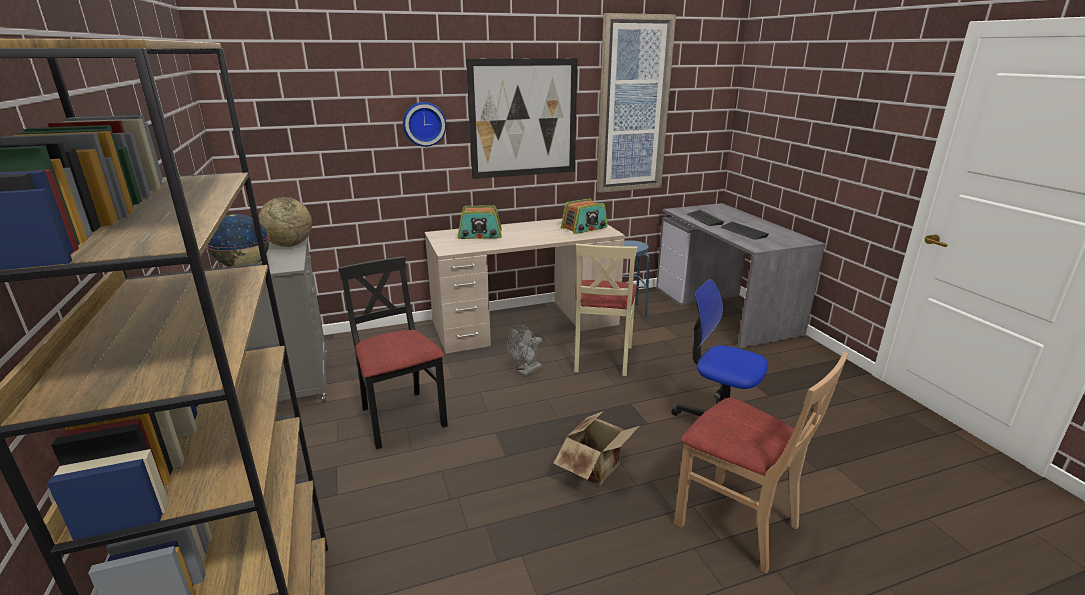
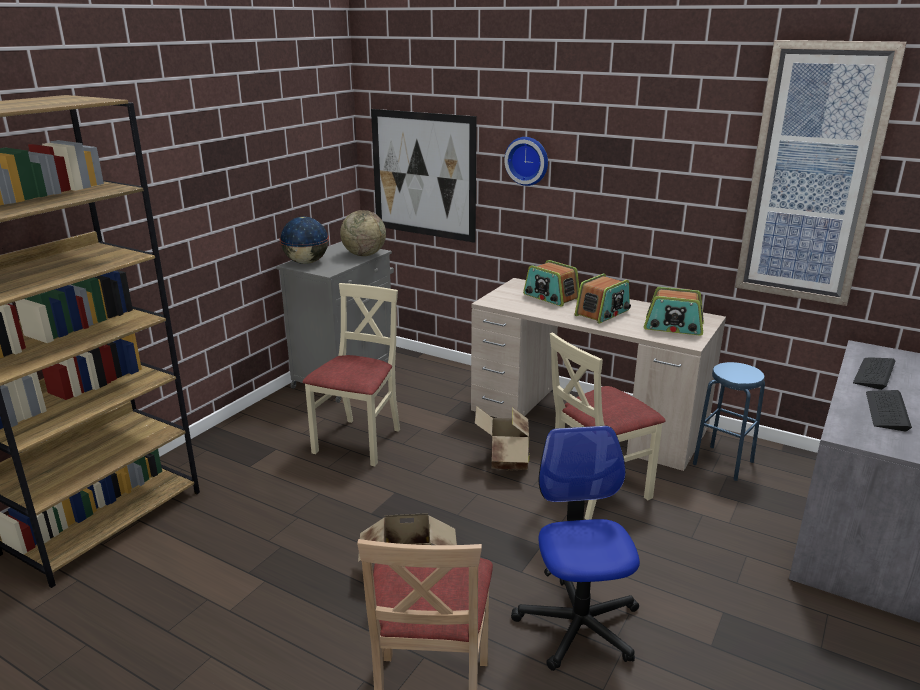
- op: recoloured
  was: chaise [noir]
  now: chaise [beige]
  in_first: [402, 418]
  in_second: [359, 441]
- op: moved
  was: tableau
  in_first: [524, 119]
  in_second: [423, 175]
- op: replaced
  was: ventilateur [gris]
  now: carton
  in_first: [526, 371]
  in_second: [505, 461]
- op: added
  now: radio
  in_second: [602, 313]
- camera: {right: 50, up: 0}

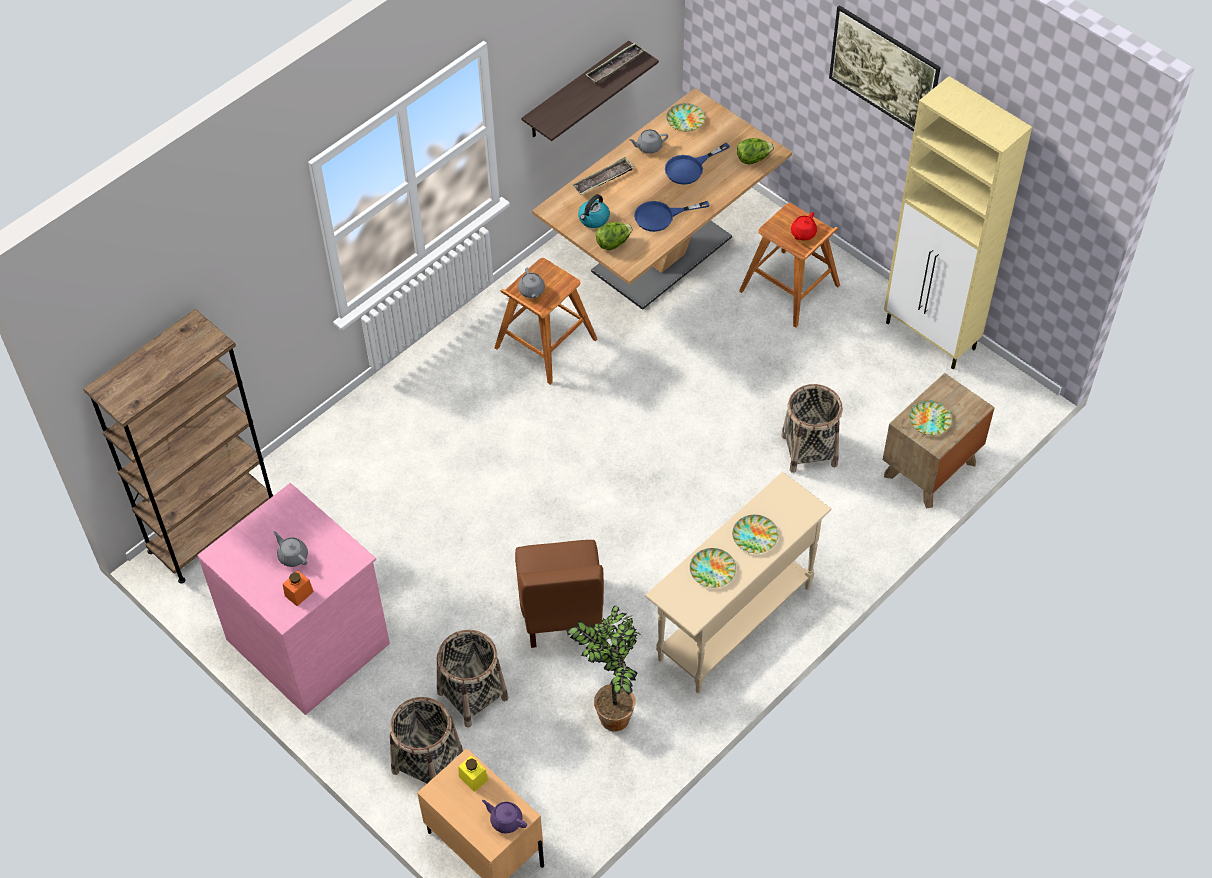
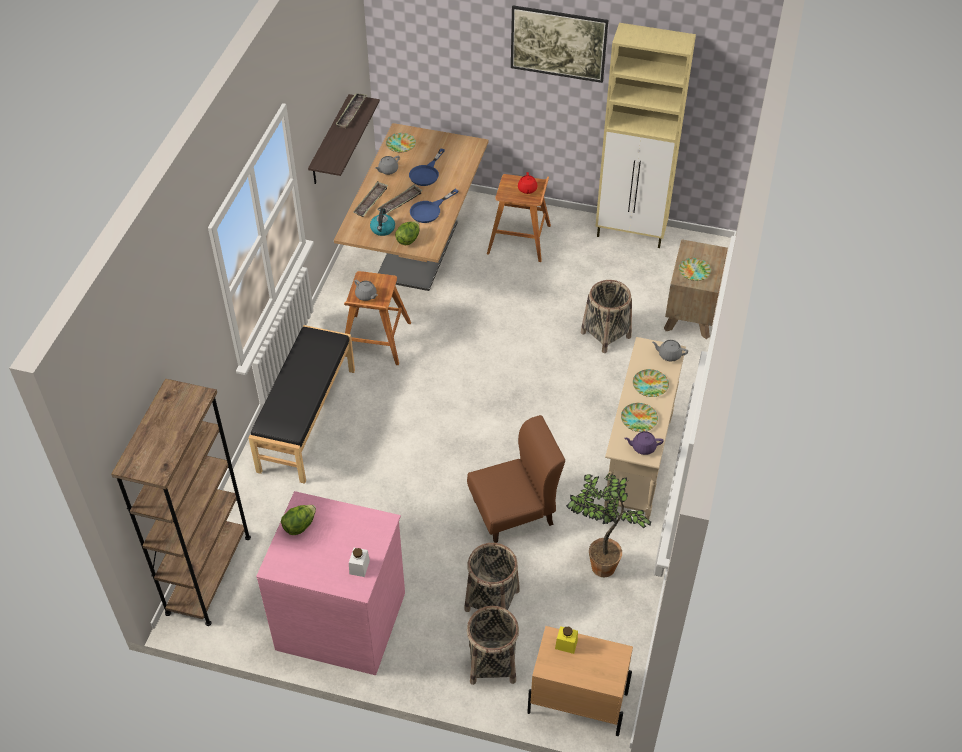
- op: moved
  was: théière [gris]
  in_first: [293, 556]
  in_second: [669, 355]
- op: recoloured
  was: bocal [orange]
  now: bocal [blanc]
  in_first: [299, 594]
  in_second: [359, 567]
- op: moved
  was: théière [violet]
  in_first: [506, 820]
  in_second: [643, 447]
- op: turned
  was: chaise [marron]
  in_first: [561, 610]
  in_second: [514, 512]
  clockwise: -75
- op: moved
  was: laitue
  in_first: [753, 159]
  in_second: [299, 526]
- op: added
  now: banc [noir]
  in_second: [306, 419]
- op: added
  now: plateau
  in_second: [400, 203]
- camera: {right: -30, up: -5}

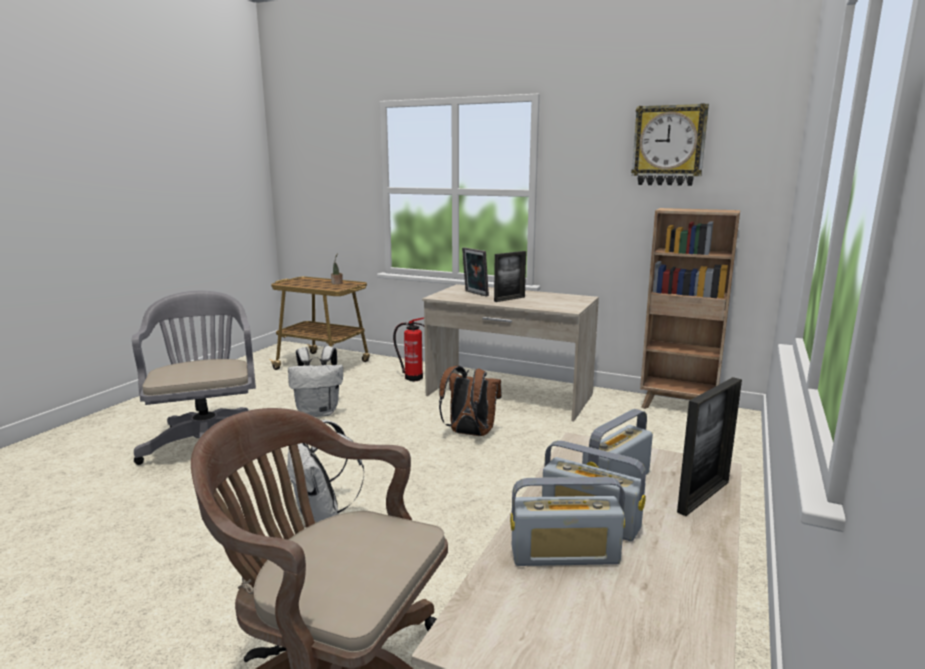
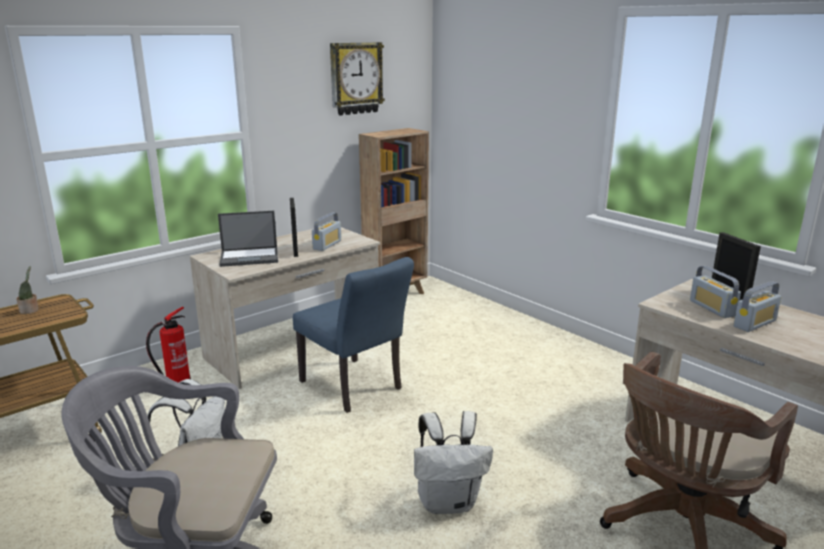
- op: replaced
  was: sac à dos [marron]
  now: chaise [bleu]
  in_first: [469, 433]
  in_second: [355, 388]
- op: replaced
  was: cadre photo
  now: ordinateur portable
  in_first: [475, 294]
  in_second: [250, 257]
- op: moved
  was: radio
  in_first: [565, 555]
  in_second: [327, 245]
- camera: {right: -65, up: 5}

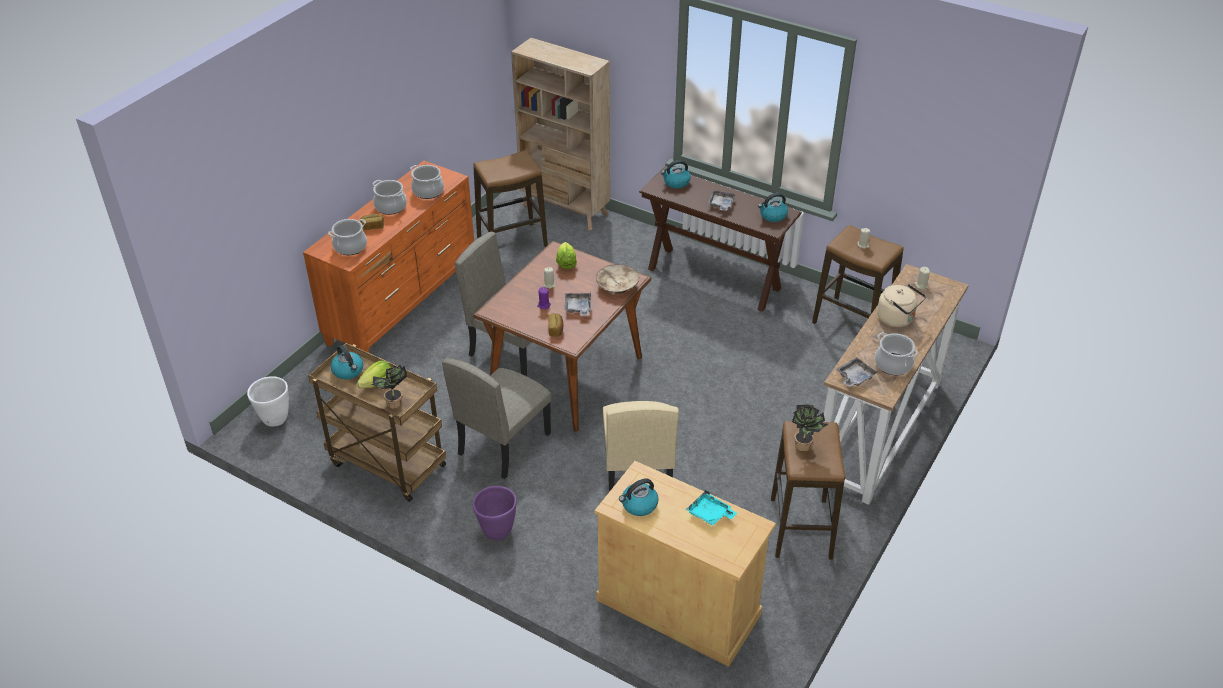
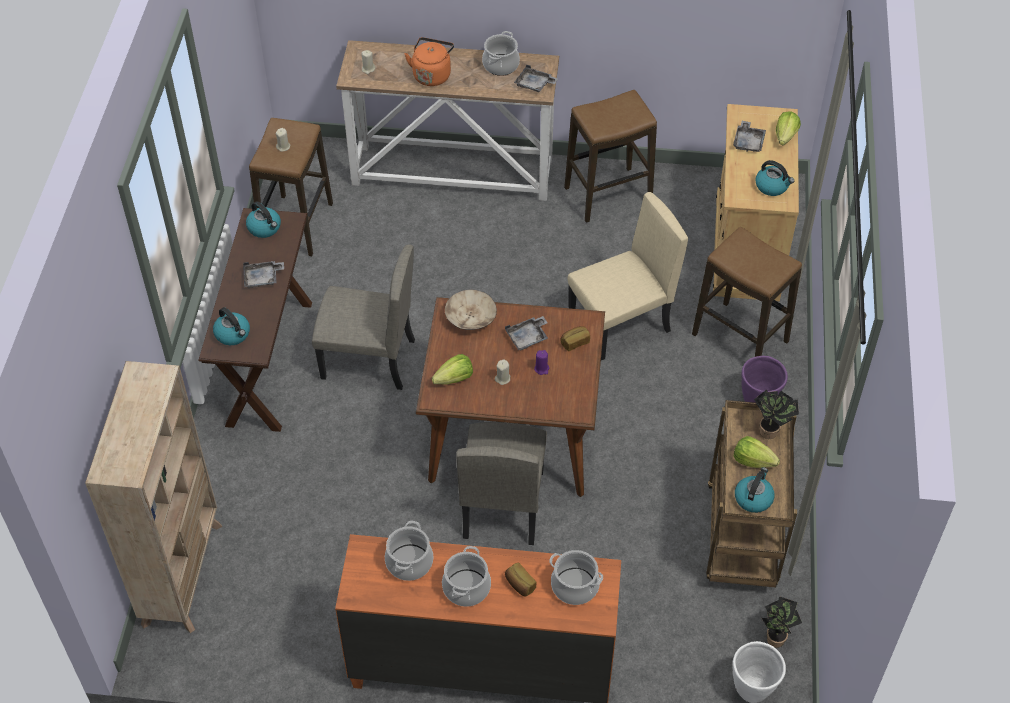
- op: moved
  was: chaise [beige]
  in_first: [503, 443]
  in_second: [368, 359]
- op: moved
  was: tabouret
  in_first: [512, 242]
  in_second: [739, 338]
- op: recoloured
  was: plateau [turquoise]
  now: plateau [gris]
  in_first: [710, 514]
  in_second: [748, 142]
- op: moved
  was: plante en pot
  in_first: [805, 446]
  in_second: [775, 637]
- op: recoloured
  was: bouilloire [beige]
  now: bouilloire [orange]
  in_first: [897, 319]
  in_second: [432, 74]
- op: added
  now: laitue
  in_second: [785, 136]
- camera: {right: -115, up: 10}

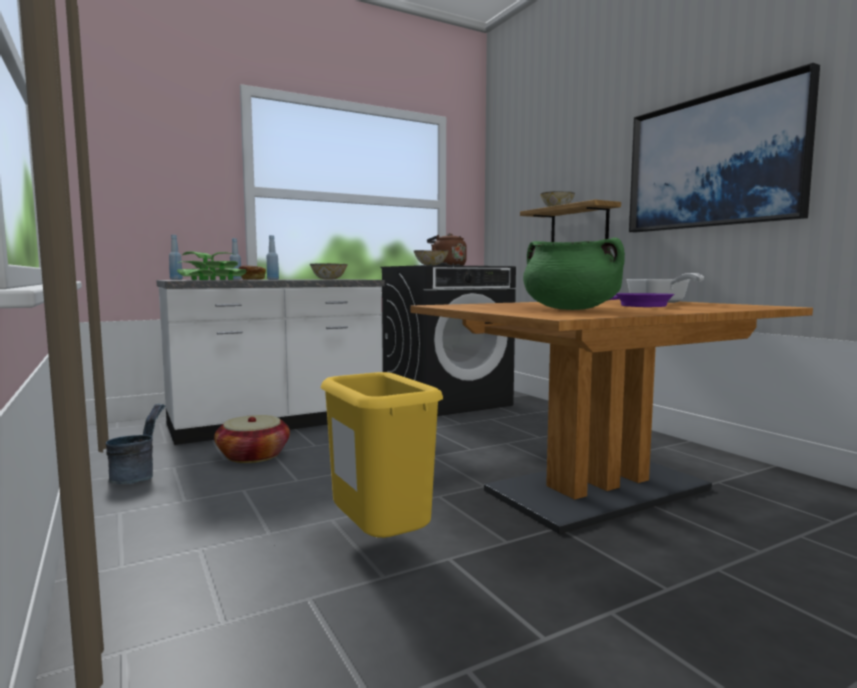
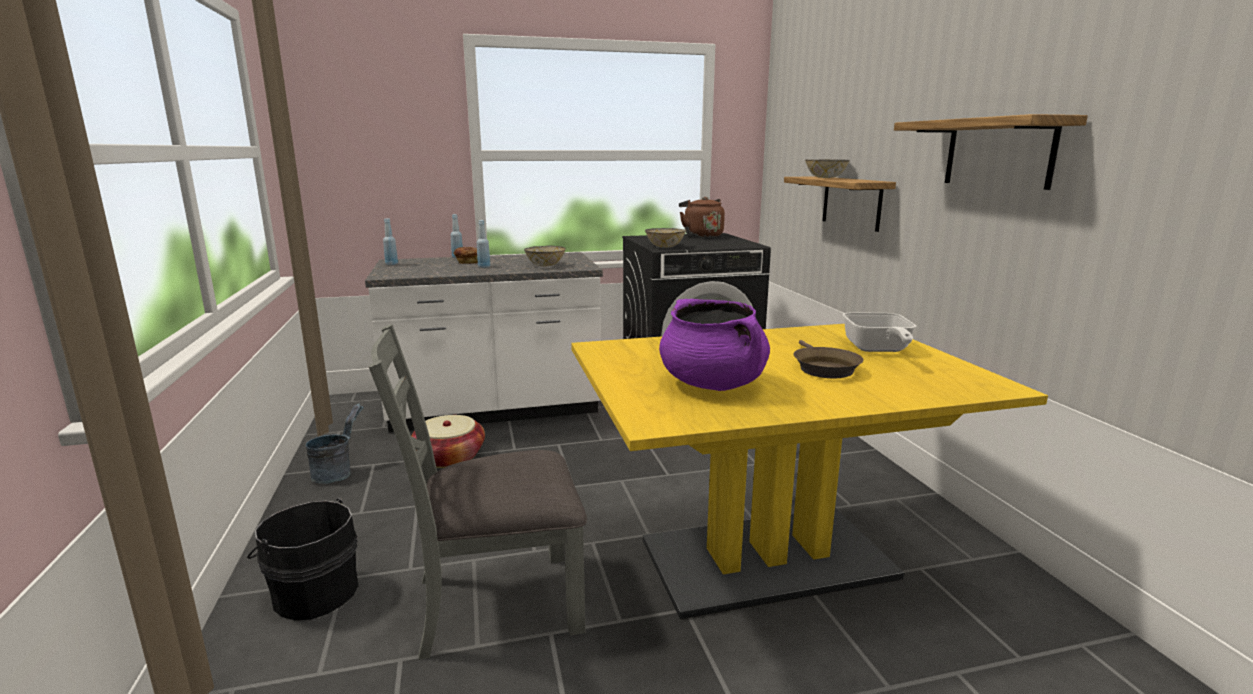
- op: removed
  was: plante en pot
  in_first: [211, 279]
- op: replaced
  was: poubelle [jaune]
  now: chaise [gris]
  in_first: [379, 545]
  in_second: [496, 602]
- op: recoloured
  was: table à manger [marron]
  now: table à manger [jaune]
  in_first: [598, 490]
  in_second: [767, 559]
- op: recoloured
  was: marmite [vert]
  now: marmite [violet]
  in_first: [571, 309]
  in_second: [713, 384]
- op: recoloured
  was: poêle [violet]
  now: poêle [marron]
  in_first: [639, 305]
  in_second: [823, 368]
- op: replaced
  was: tableau
  now: étagère
  in_first: [713, 161]
  in_second: [998, 153]
- op: added
  now: seau [noir]
  in_second: [313, 592]
- camera: {right: 15, up: 10}

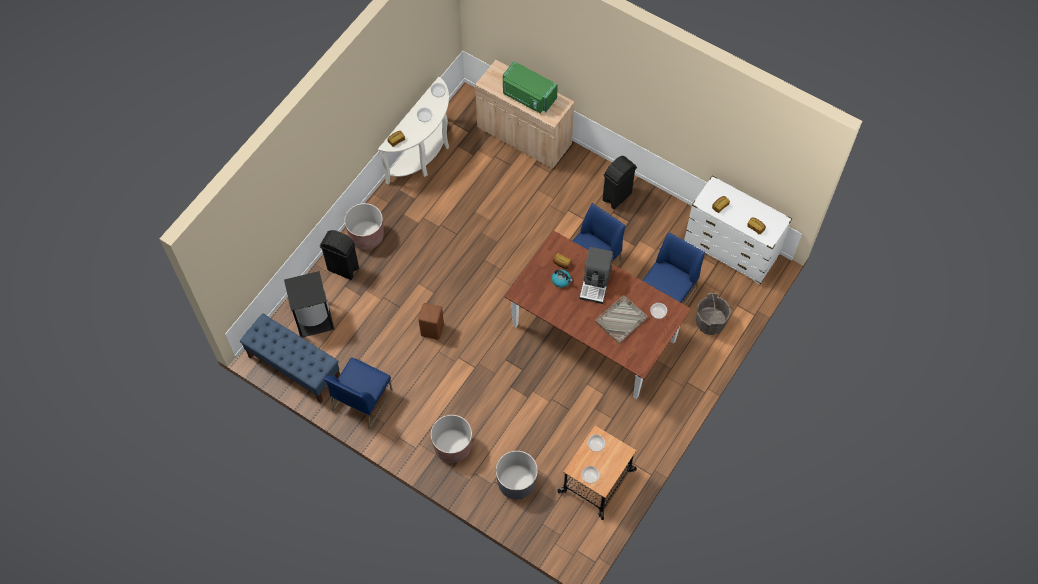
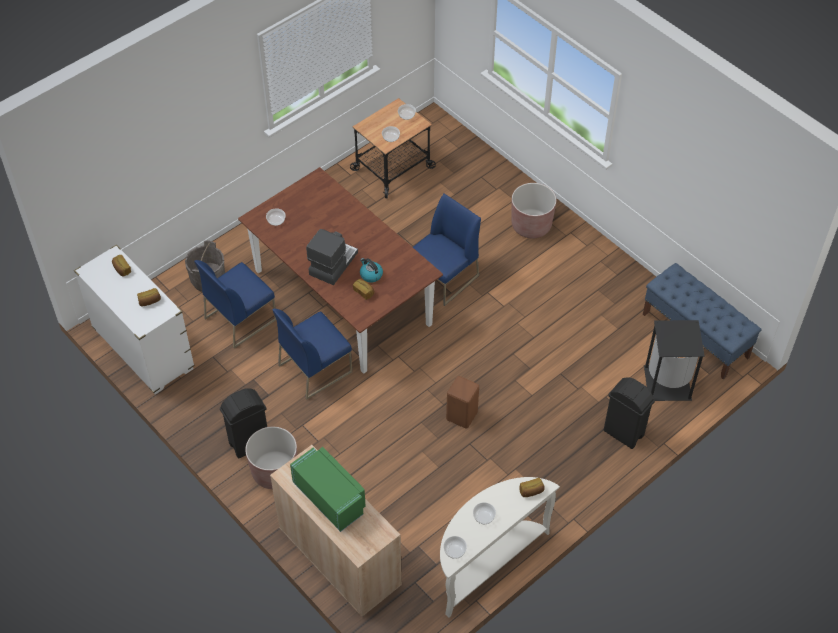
- op: moved
  was: chaise [bleu]
  in_first: [362, 400]
  in_second: [443, 278]
- op: moved
  was: cache-pot [marron]
  in_first: [366, 236]
  in_second: [275, 471]
- op: moved
  was: tabouret [marron]
  in_first: [431, 330]
  in_second: [462, 415]
- op: removed
  was: cache-pot [gris]
  in_first: [516, 482]
- op: removed
  was: plateau [gris]
  in_first: [621, 319]
- camera: {right: -165, up: -10}

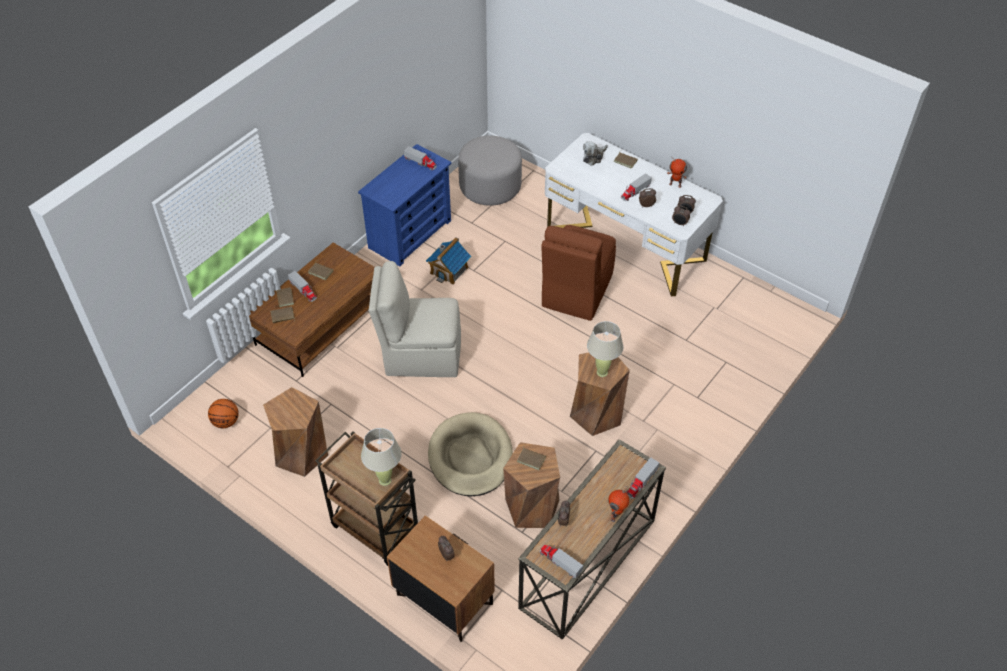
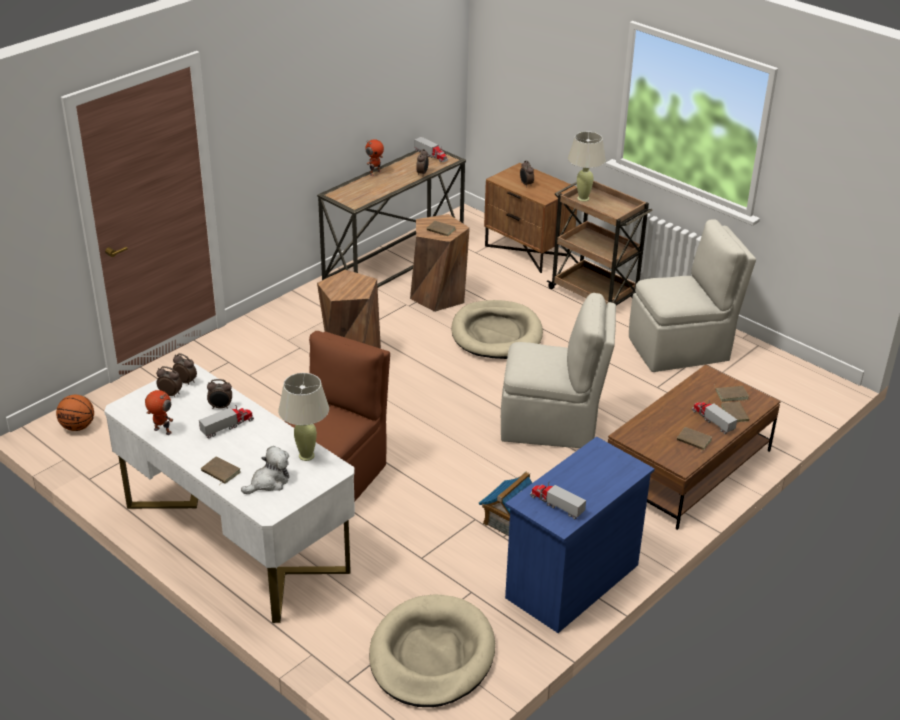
- op: moved
  was: ballon de basket
  in_first: [226, 422]
  in_second: [77, 427]
- op: replaced
  was: tabouret [marron]
  now: chaise [beige]
  in_first: [301, 454]
  in_second: [681, 349]
- op: replaced
  was: pouf [gris]
  now: panier pour chien [beige]
  in_first: [490, 186]
  in_second: [431, 655]
- op: moved
  was: lampe de table [beige]
  in_first: [602, 372]
  in_second: [306, 455]
- op: removed
  was: camion jouet
  in_first: [641, 482]
- camera: {right: -175, up: -15}

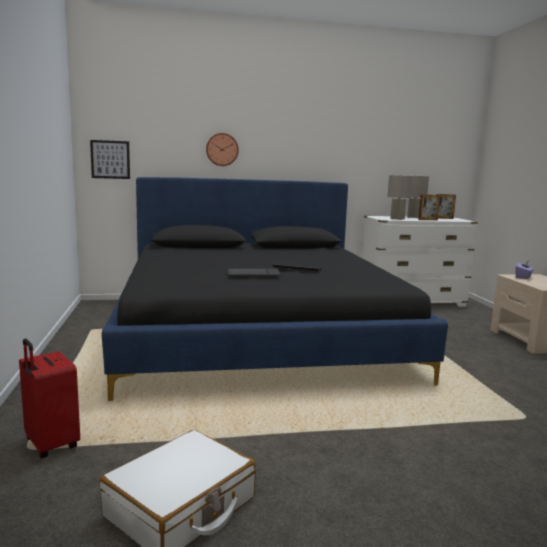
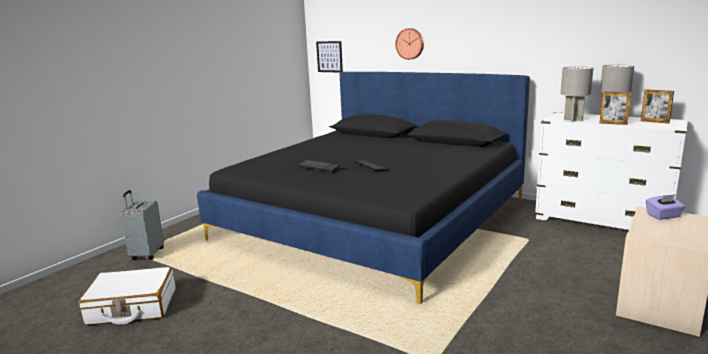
- op: recoloured
  was: valise [rouge]
  now: valise [gris]
  in_first: [50, 445]
  in_second: [147, 255]
- camera: {right: 45, up: 5}

